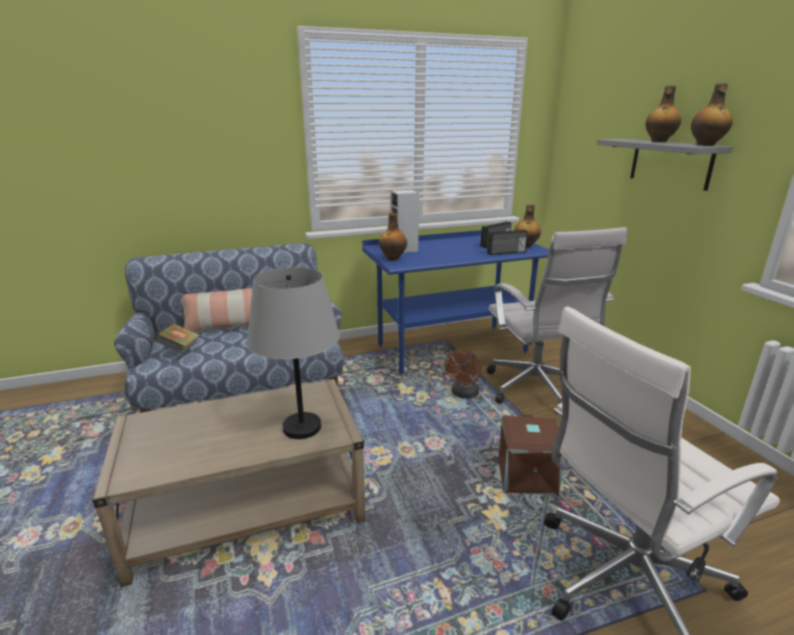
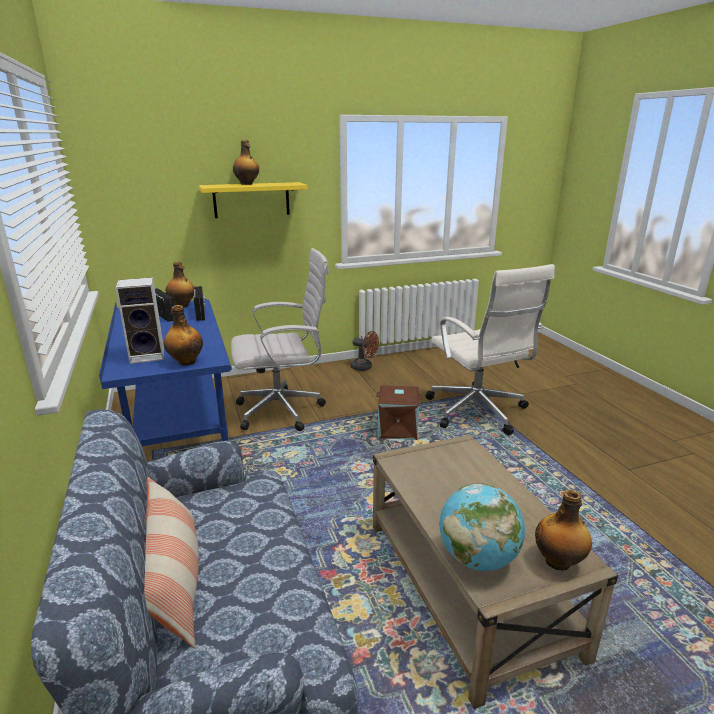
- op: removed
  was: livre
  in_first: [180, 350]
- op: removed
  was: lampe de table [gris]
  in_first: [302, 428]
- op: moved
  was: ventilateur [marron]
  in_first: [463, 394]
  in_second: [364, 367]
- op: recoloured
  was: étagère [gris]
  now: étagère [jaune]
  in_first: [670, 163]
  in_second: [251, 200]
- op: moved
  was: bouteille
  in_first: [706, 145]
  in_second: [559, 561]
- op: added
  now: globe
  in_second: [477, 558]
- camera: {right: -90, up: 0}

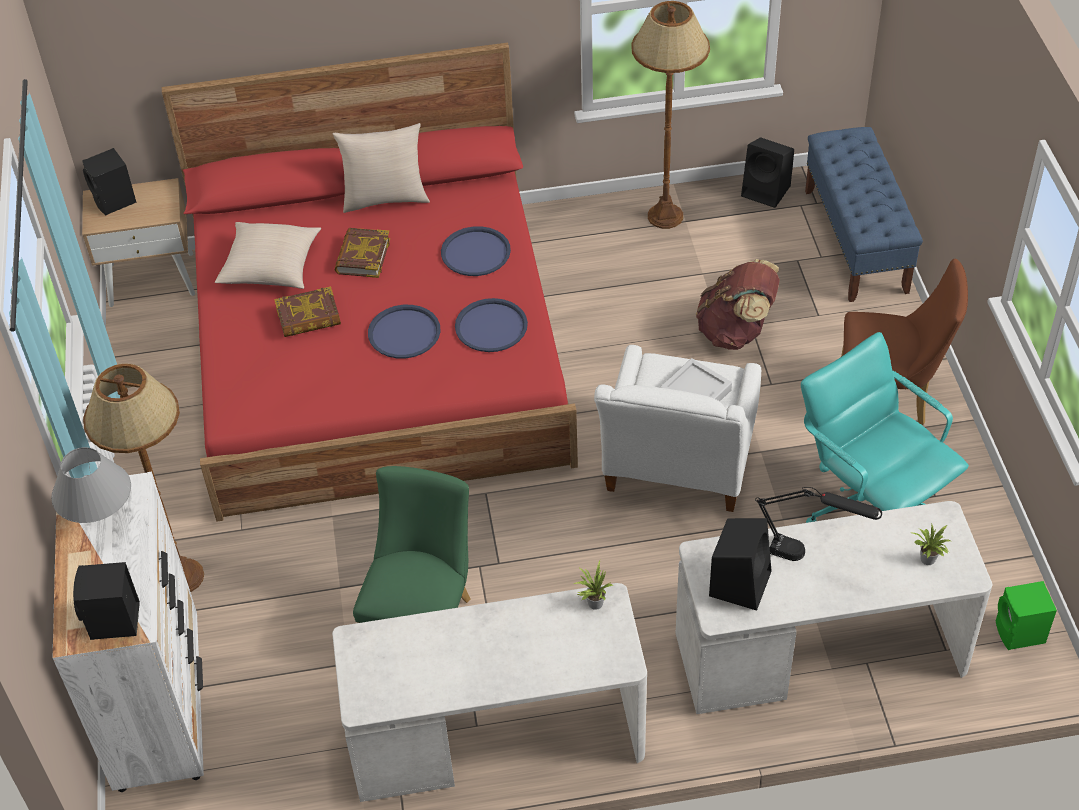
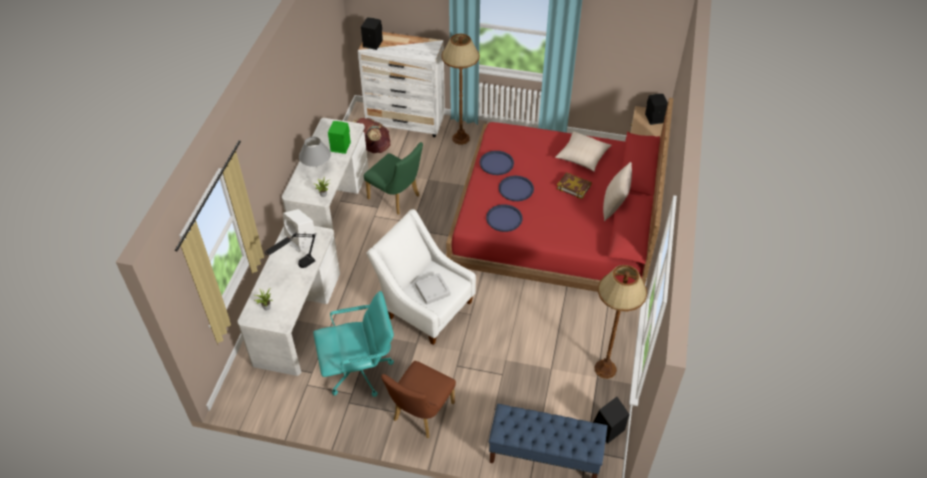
- op: moved
  was: lampe de table [gris]
  in_first: [101, 517]
  in_second: [317, 168]
- op: removed
  was: livre
  in_first: [308, 317]
- op: moved
  was: plateau [bleu]
  in_first: [475, 252]
  in_second: [496, 163]
- op: moved
  was: sac à dos [marron]
  in_first: [736, 332]
  in_second: [372, 148]
- op: recoloured
  was: enceinte [noir]
  now: enceinte [blanc]
  in_first: [740, 582]
  in_second: [301, 240]
- op: moved
  was: enceinte [vert]
  in_first: [1020, 634]
  in_second: [340, 146]
- camera: {right: 110, up: 0}

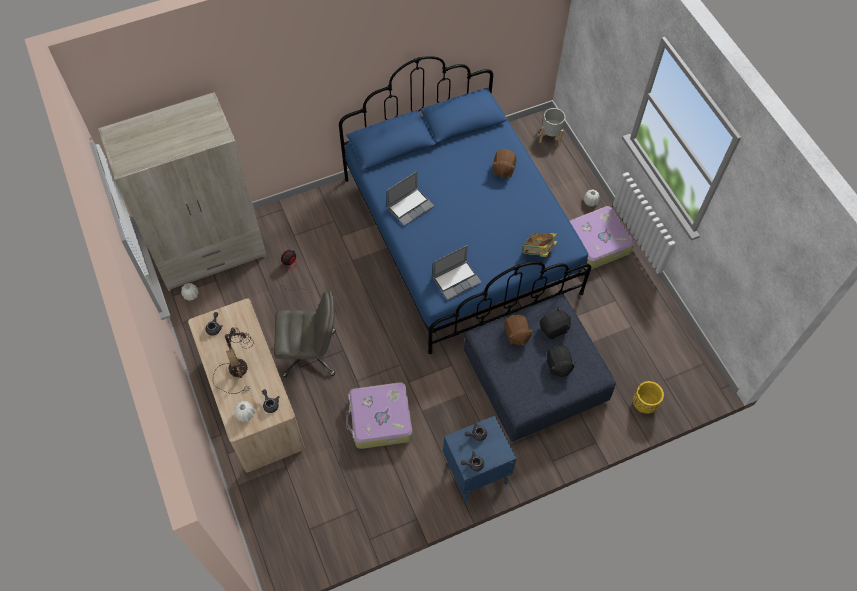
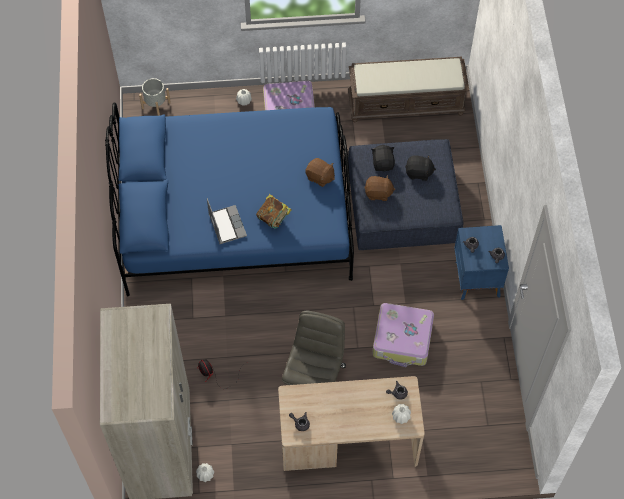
- op: removed
  was: lampe de table
  in_first: [239, 367]
- op: removed
  was: ordinateur portable
  in_first: [456, 280]
- op: moved
  was: peluche [marron]
  in_first: [503, 169]
  in_second: [320, 177]
- op: moved
  was: livre
  in_first: [538, 251]
  in_second: [274, 218]
- op: removed
  was: cache-pot [jaune]
  in_first: [644, 404]
- op: added
  now: banc [marron]
  in_second: [406, 103]
- camera: {right: -70, up: 0}

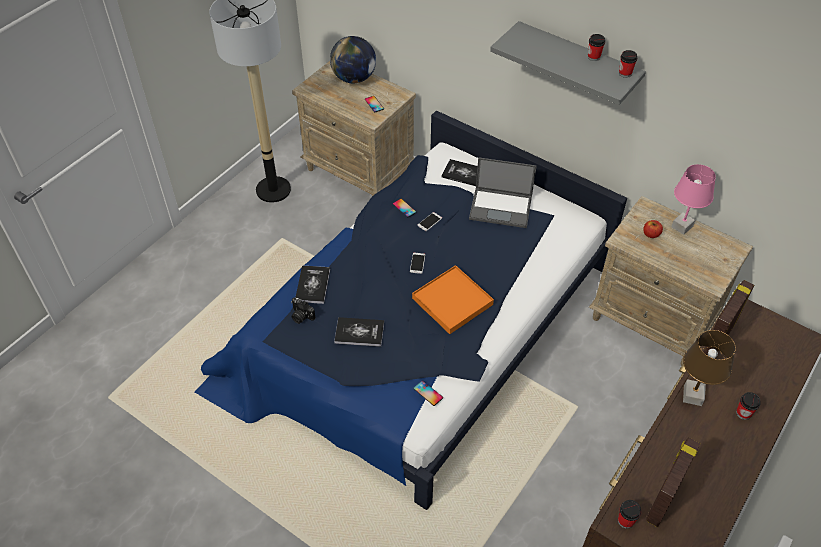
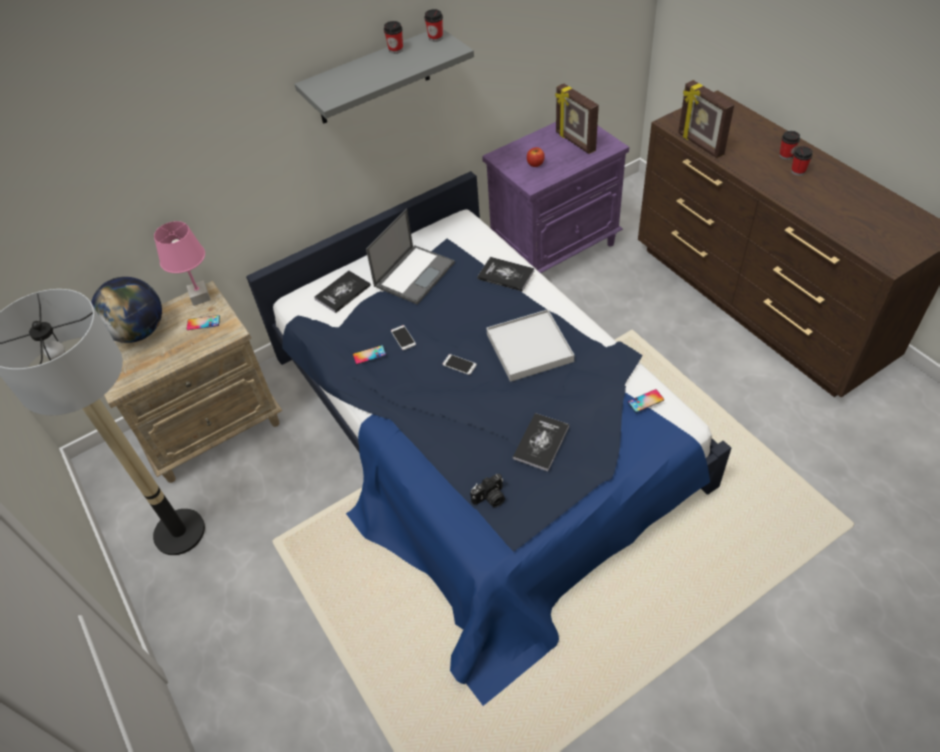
- op: moved
  was: livre
  in_first: [312, 285]
  in_second: [506, 275]
- op: recoloured
  was: plateau [orange]
  now: plateau [blanc]
  in_first: [452, 302]
  in_second: [529, 348]
- op: recoloured
  was: table de chevet [beige]
  now: table de chevet [violet]
  in_first: [653, 321]
  in_second: [555, 247]
- op: moved
  was: tasse
  in_first: [625, 521]
  in_second: [798, 171]
- op: moved
  was: cadre photo
  in_first: [664, 497]
  in_second: [574, 142]
- op: moved
  was: lampe de table [rose]
  in_first: [682, 226]
  in_second: [200, 297]
- op: removed
  was: lampe de table [marron]
  in_first: [692, 395]
- camera: {right: -65, up: 0}

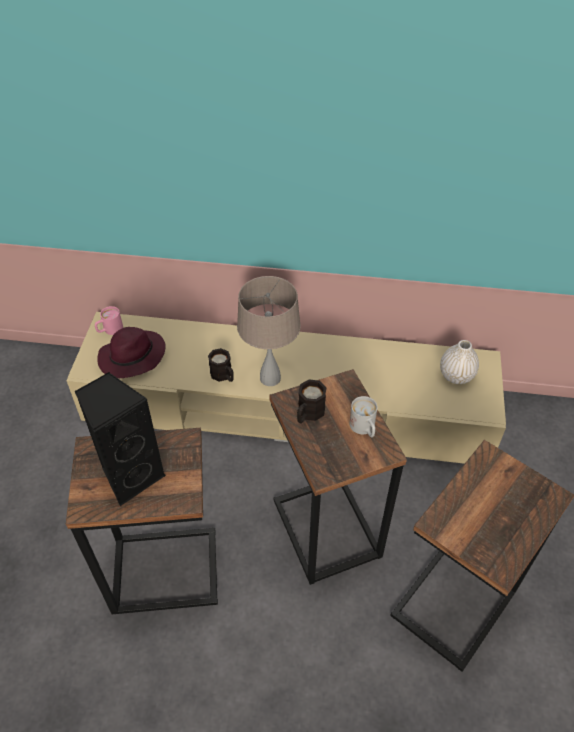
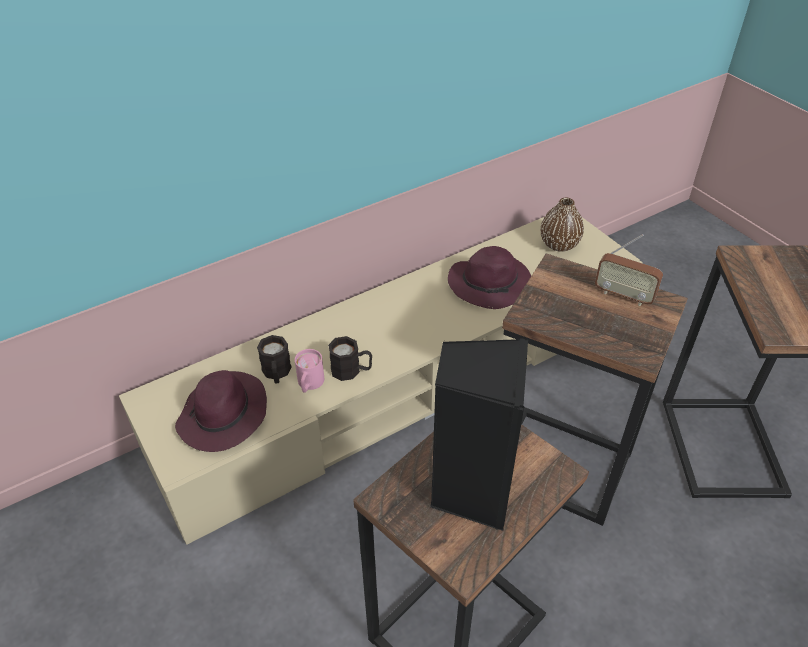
- op: moved
  was: mug [rose]
  in_first: [110, 330]
  in_second: [309, 384]
- op: removed
  was: lampe de table [beige]
  in_first: [270, 378]
- op: moved
  was: mug [noir]
  in_first: [308, 414]
  in_second: [276, 373]
- op: replaced
  was: mug [blanc]
  now: radio
  in_first: [364, 429]
  in_second: [623, 295]
- op: recoloured
  was: vase [blanc]
  now: vase [marron]
  in_first: [456, 375]
  in_second: [559, 244]
- op: added
  now: chapeau [violet]
  in_second: [490, 284]
- camera: {right: -40, up: -5}

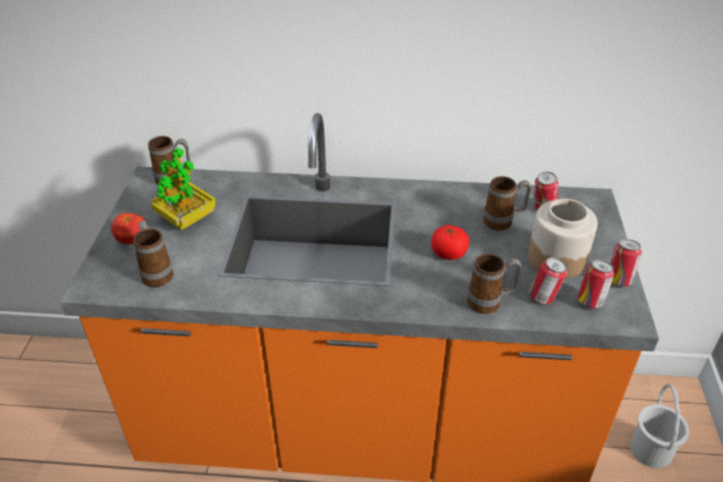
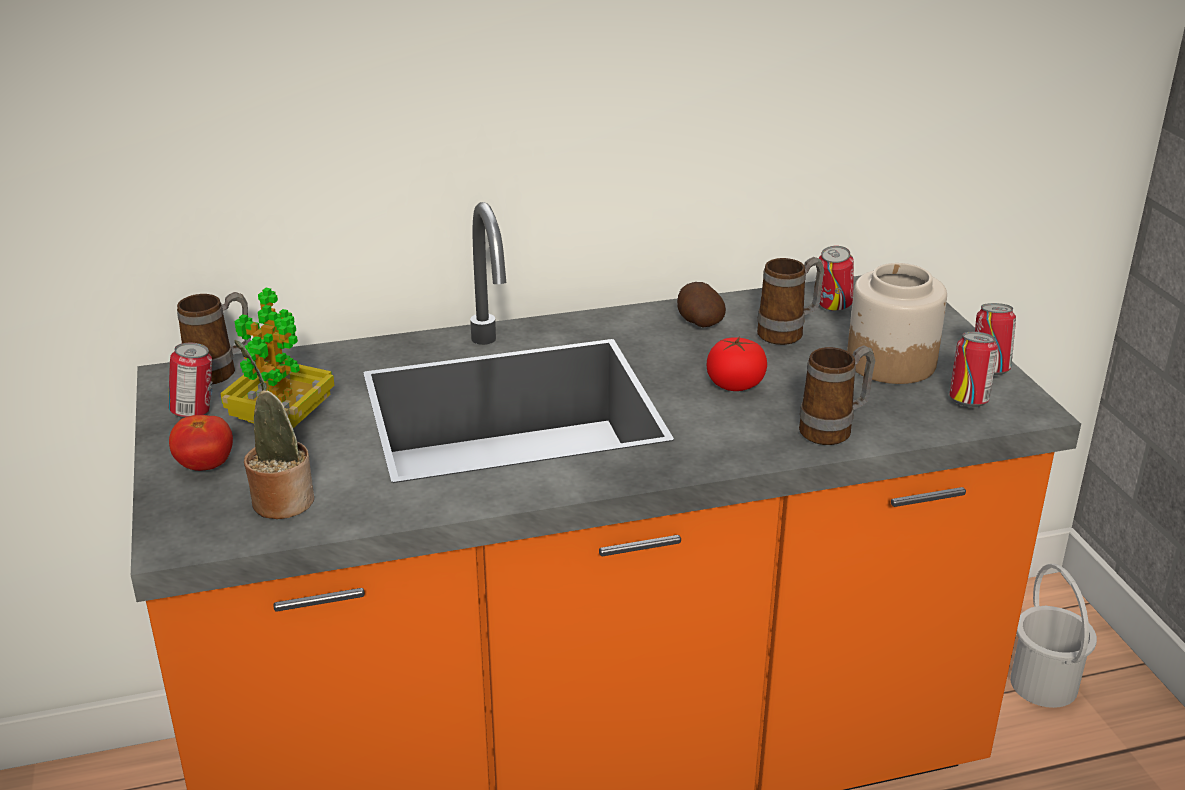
- op: replaced
  was: mug
  now: plante en pot
  in_first: [156, 272]
  in_second: [280, 499]
- op: moved
  was: boîte métallique
  in_first: [543, 298]
  in_second: [195, 413]
- op: added
  now: pomme de terre
  in_second: [698, 322]
- camera: {right: -20, up: -10}

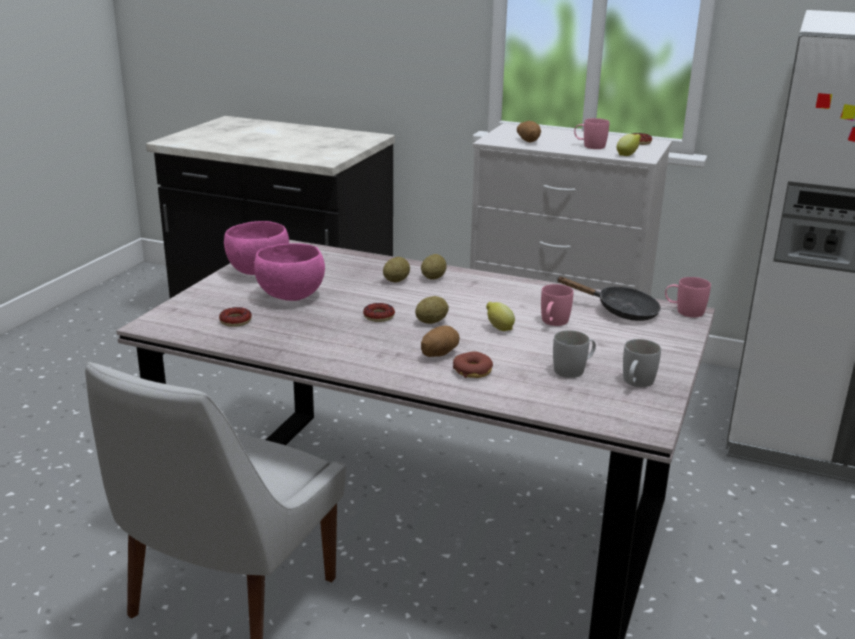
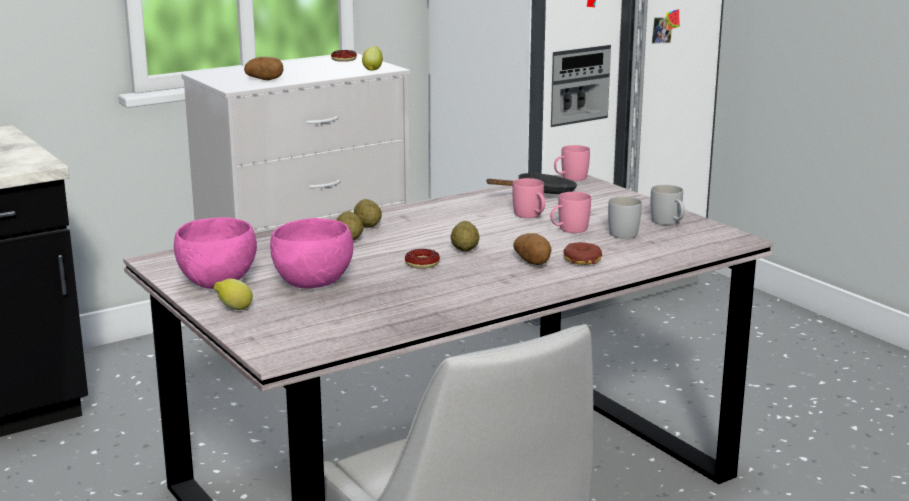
- op: removed
  was: beignet
  in_first: [235, 321]
- op: moved
  was: citron
  in_first: [499, 328]
  in_second: [234, 309]
- op: moved
  was: mug [rose]
  in_first: [589, 146]
  in_second: [568, 230]
- camera: {right: -55, up: -5}

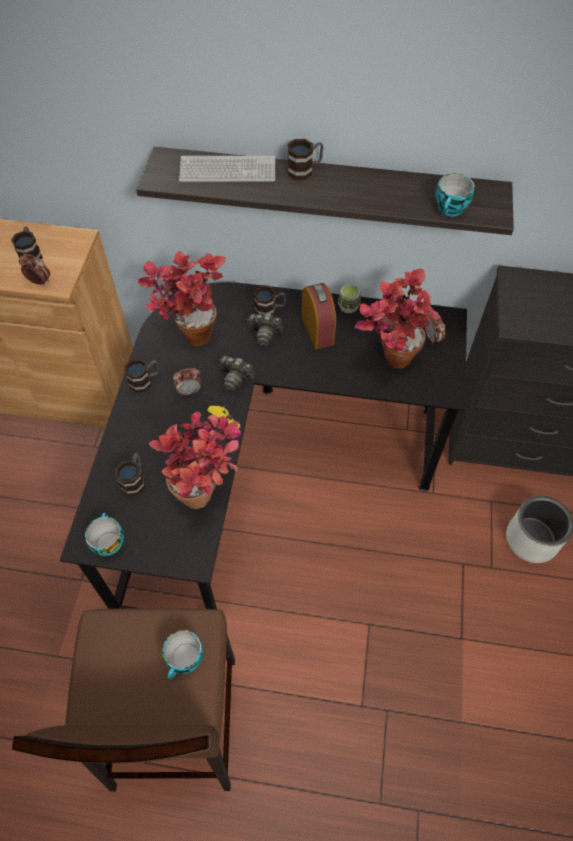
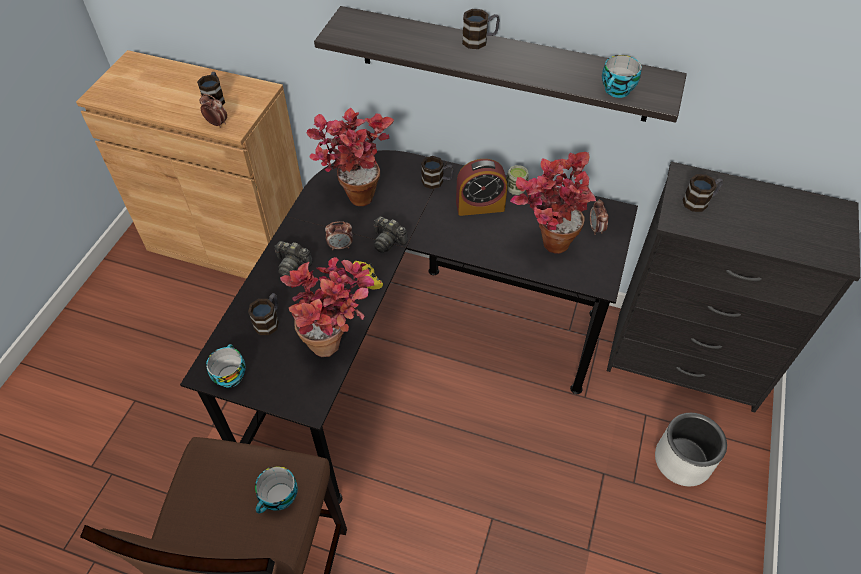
- op: moved
  was: mug
  in_first: [145, 381]
  in_second: [700, 201]
- op: removed
  was: clavier
  in_first: [227, 171]
- op: moved
  was: appareil photo
  in_first: [264, 335]
  in_second: [292, 265]
- op: turned
  was: réveil
  in_first: [317, 330]
  in_second: [480, 206]
  clockwise: 90
- camera: {right: 10, up: -5}

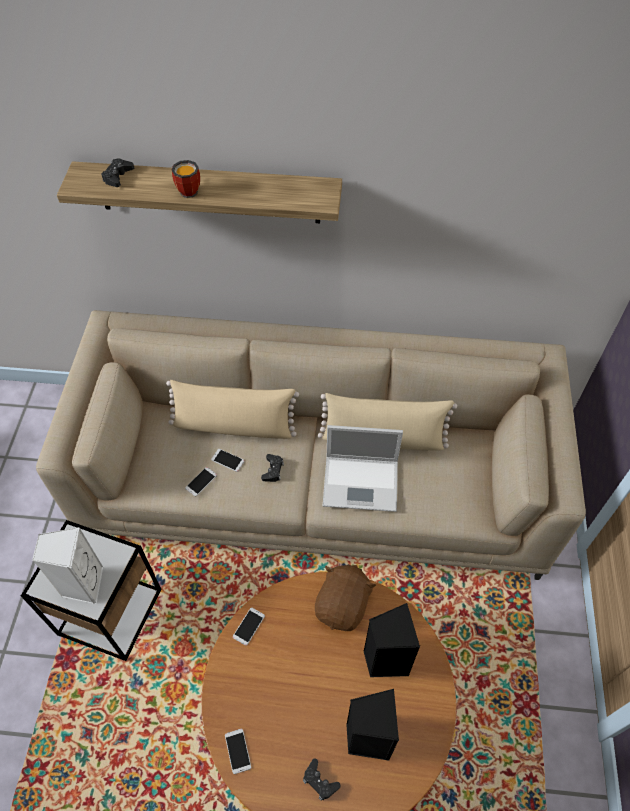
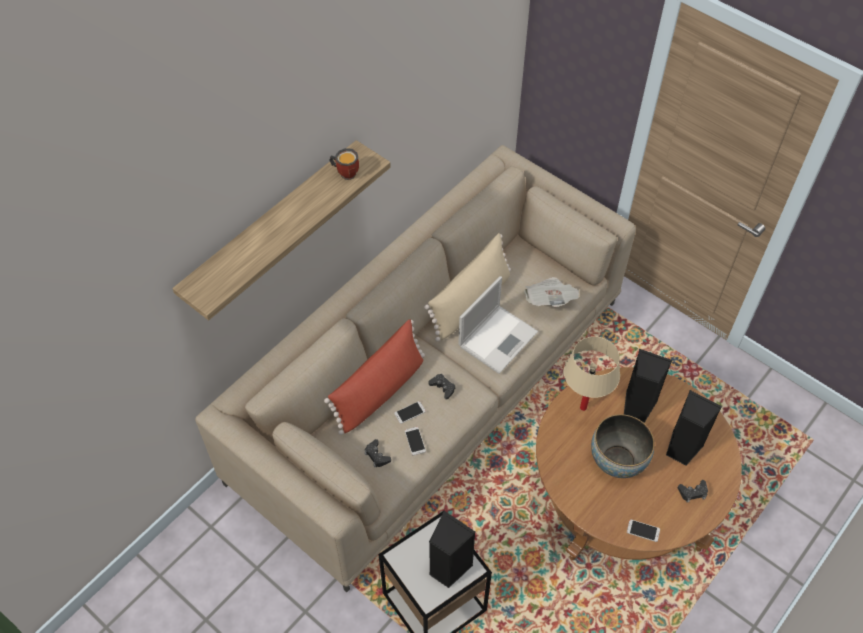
- op: recoloured
  was: enceinte [blanc]
  now: enceinte [noir]
  in_first: [83, 584]
  in_second: [448, 567]
- op: moved
  was: manette [noir]
  in_first: [118, 176]
  in_second: [377, 456]
- op: recoloured
  was: coussin [beige]
  now: coussin [rouge]
  in_first: [234, 425]
  in_second: [380, 391]
- op: moved
  was: mug
  in_first: [190, 189]
  in_second: [346, 172]
- op: removed
  was: téléphone
  in_first: [248, 626]
- op: replaced
  was: peluche [marron]
  now: lampe de table [beige]
  in_first: [343, 605]
  in_second: [583, 408]
- op: added
  now: journal
  in_second: [549, 301]
- op: added
  now: bol
  in_second: [617, 461]
- camera: {right: -55, up: 0}

